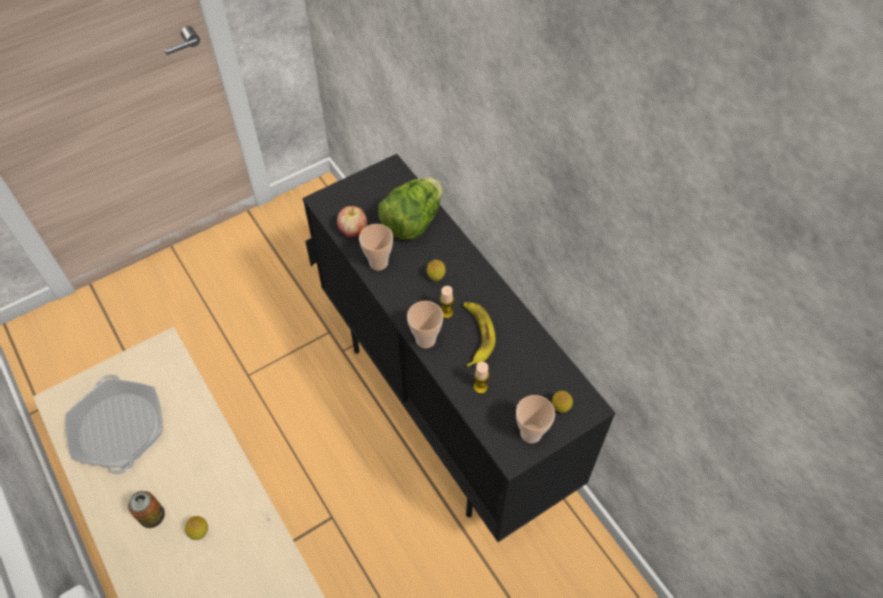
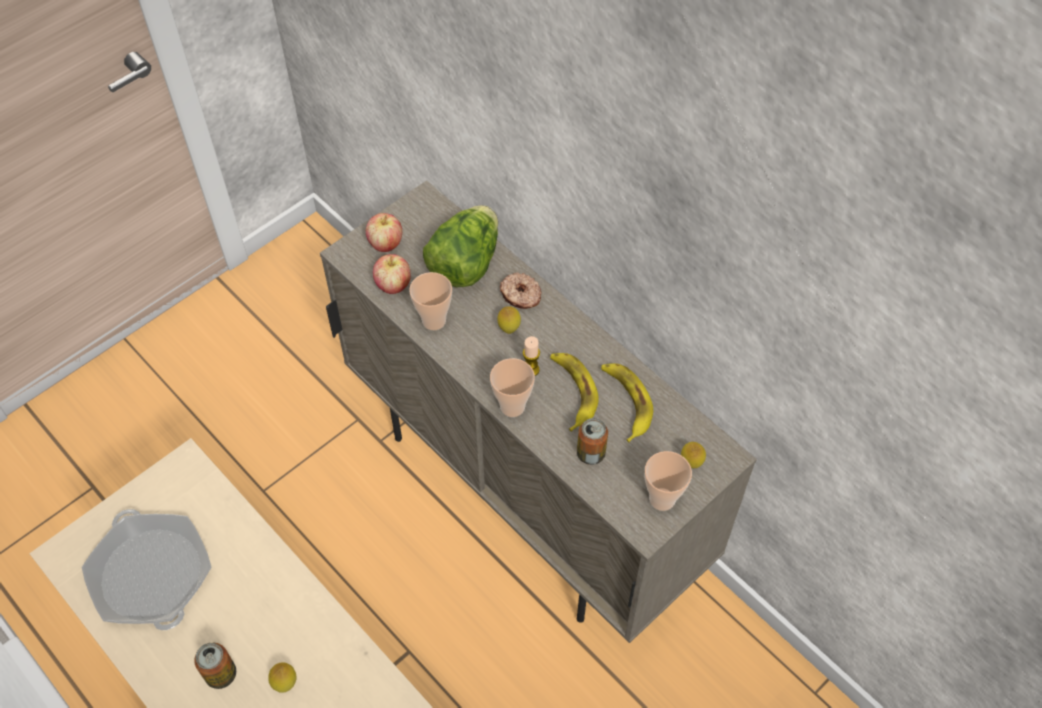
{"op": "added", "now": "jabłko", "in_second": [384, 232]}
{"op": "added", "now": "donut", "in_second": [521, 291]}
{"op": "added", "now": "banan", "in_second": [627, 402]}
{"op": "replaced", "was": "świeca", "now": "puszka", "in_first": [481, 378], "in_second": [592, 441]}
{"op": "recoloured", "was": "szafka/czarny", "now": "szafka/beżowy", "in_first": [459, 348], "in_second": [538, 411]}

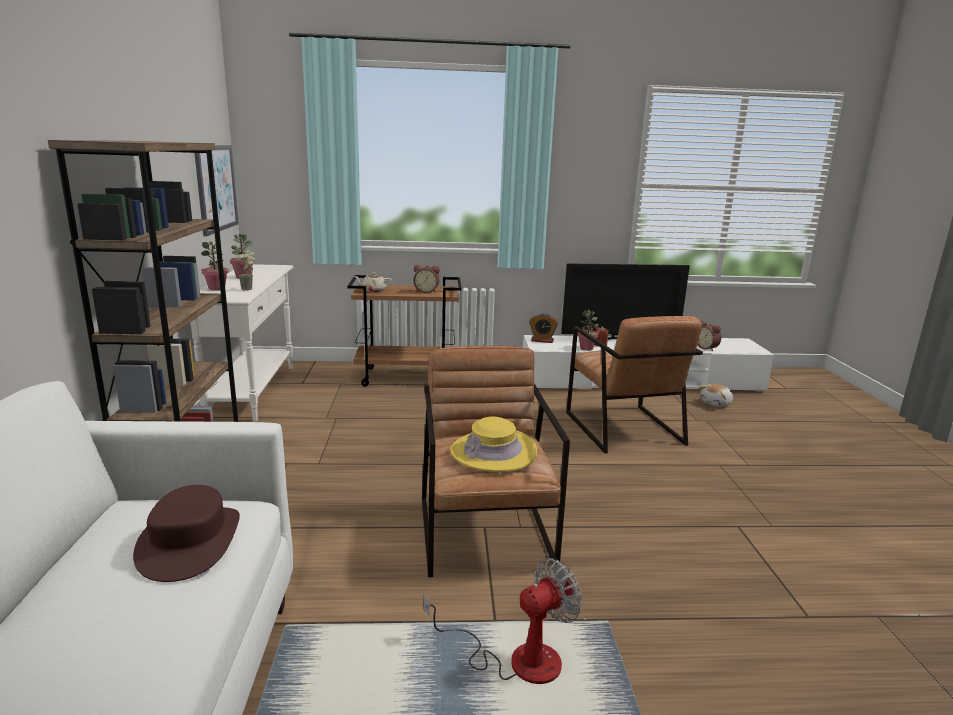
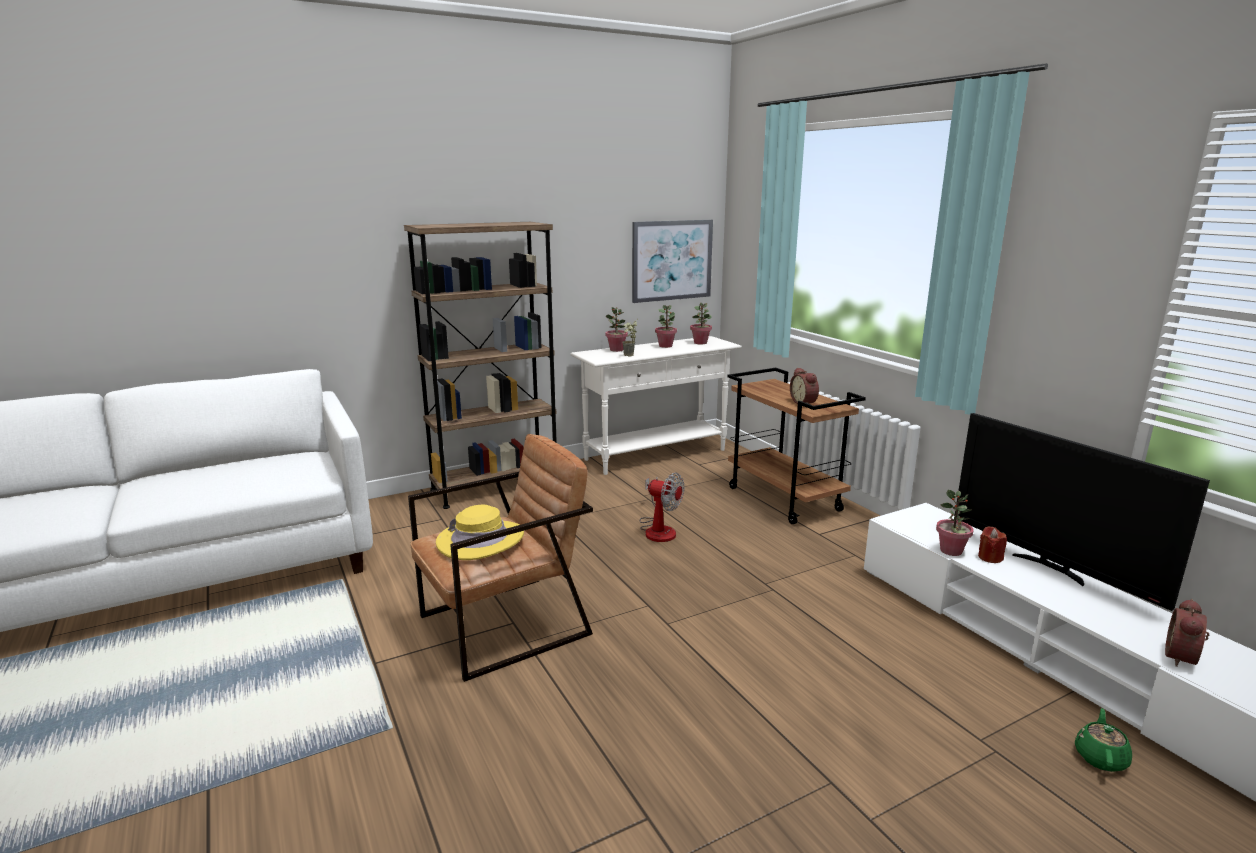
{"op": "removed", "was": "kapelusz/brązowy", "in_first": [186, 533]}
{"op": "removed", "was": "imbryk/beżowy", "in_first": [373, 282]}
{"op": "removed", "was": "budzik", "in_first": [543, 328]}
{"op": "removed", "was": "fotel/brązowy", "in_first": [634, 384]}
{"op": "added", "now": "roślina doniczkowa", "in_second": [701, 323]}
{"op": "moved", "was": "wentylator", "in_first": [503, 621], "in_second": [662, 507]}
{"op": "replaced", "was": "pluszak", "now": "imbryk/zielony", "in_first": [716, 395], "in_second": [1103, 740]}

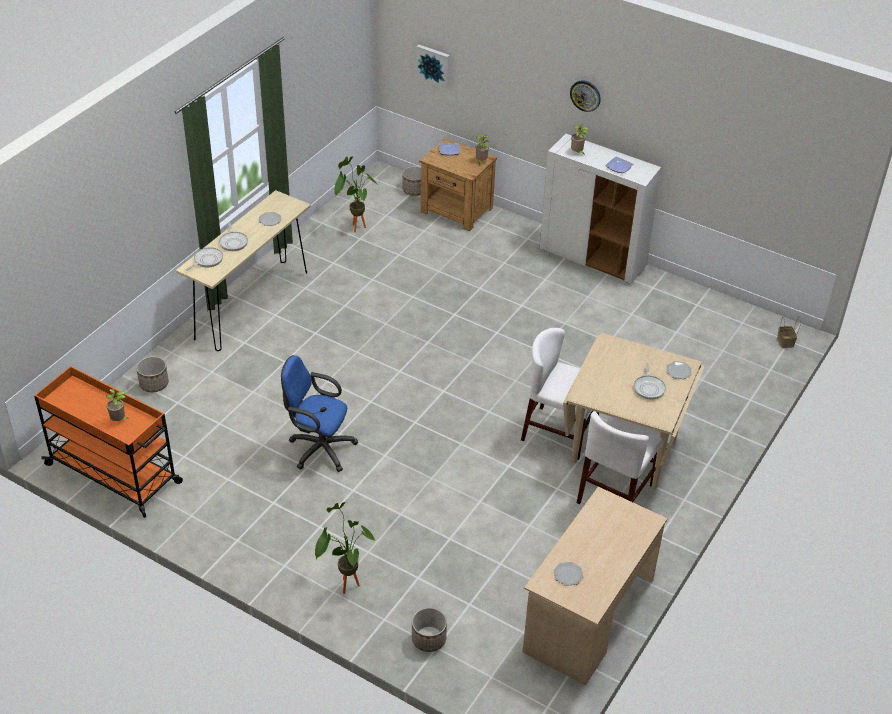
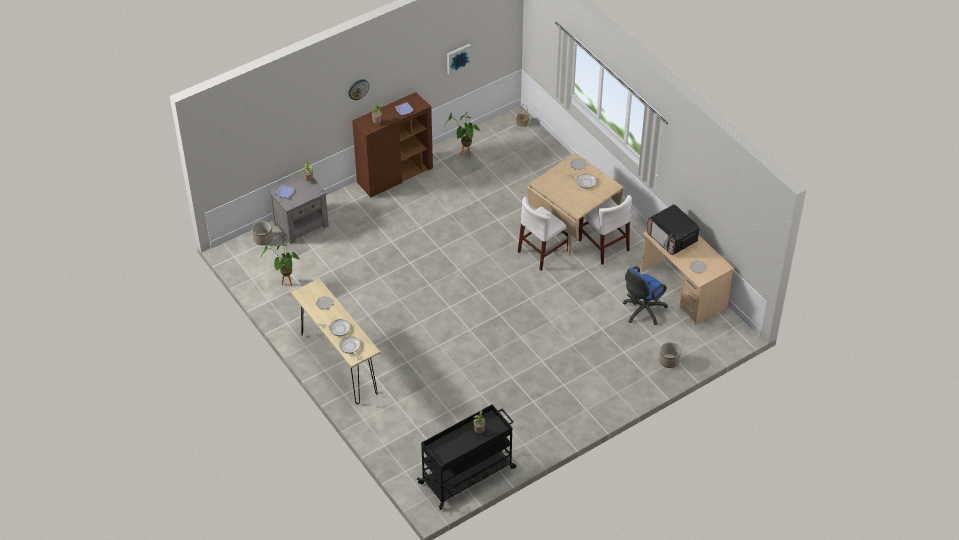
{"op": "removed", "was": "donica", "in_first": [152, 374]}
{"op": "added", "now": "mikrofalówka", "in_second": [673, 229]}
{"op": "moved", "was": "krzesło biurowe/niebieski", "in_first": [319, 413], "in_second": [645, 295]}
{"op": "moved", "was": "roślina doniczkowa", "in_first": [346, 548], "in_second": [462, 134]}
{"op": "moved", "was": "obraz", "in_first": [433, 67], "in_second": [459, 59]}
{"op": "recoloured", "was": "wózek/pomarańczowy", "now": "wózek/czarny", "in_first": [108, 442], "in_second": [466, 457]}
{"op": "recoloured", "was": "szafka nocna/brązowy", "now": "szafka nocna/szary", "in_first": [458, 184], "in_second": [298, 209]}
{"op": "recoloured", "was": "szafka/biały", "now": "szafka/brązowy", "in_first": [600, 209], "in_second": [392, 145]}

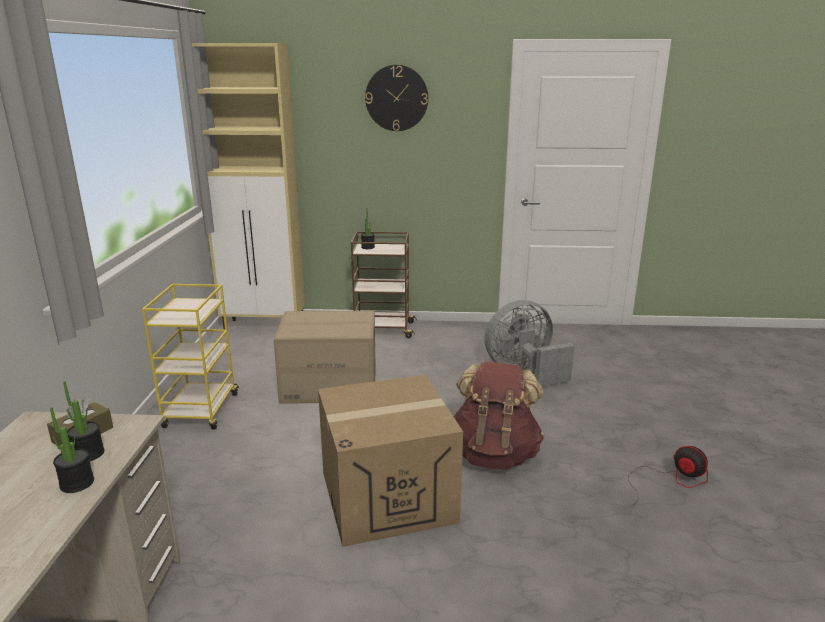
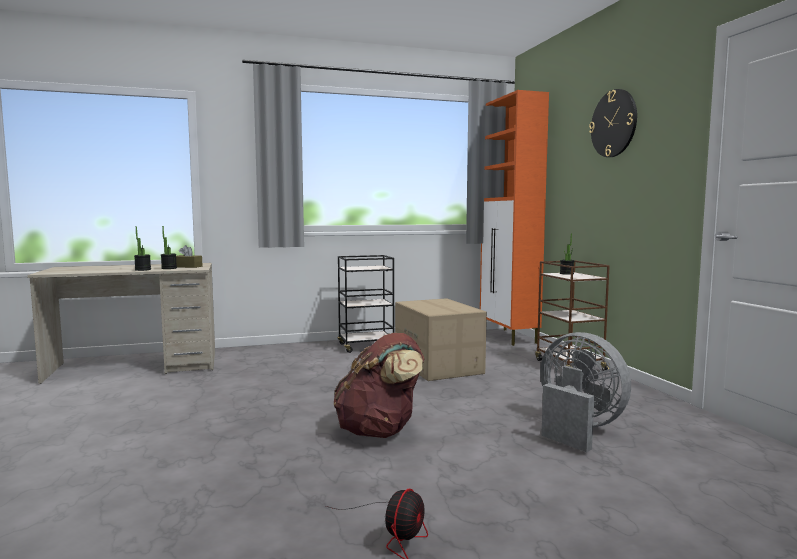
{"op": "removed", "was": "karton", "in_first": [390, 461]}
{"op": "recoloured", "was": "wózek/żółty", "now": "wózek/czarny", "in_first": [190, 356], "in_second": [365, 304]}
{"op": "recoloured", "was": "szafka/beżowy", "now": "szafka/pomarańczowy", "in_first": [248, 186], "in_second": [514, 218]}

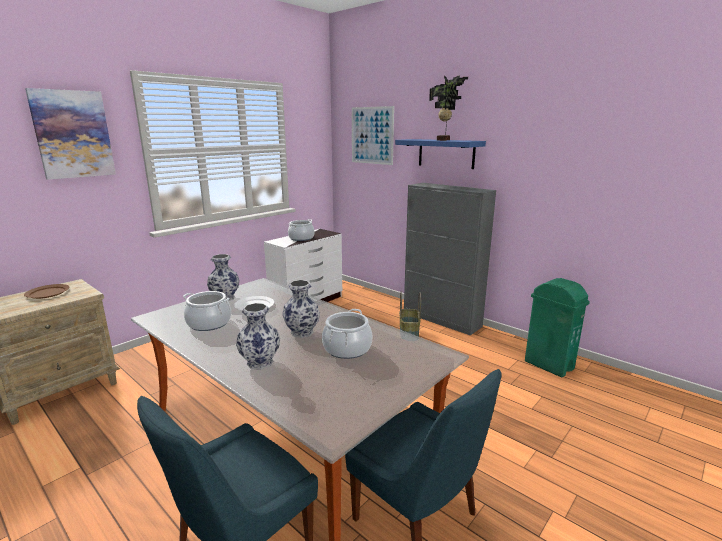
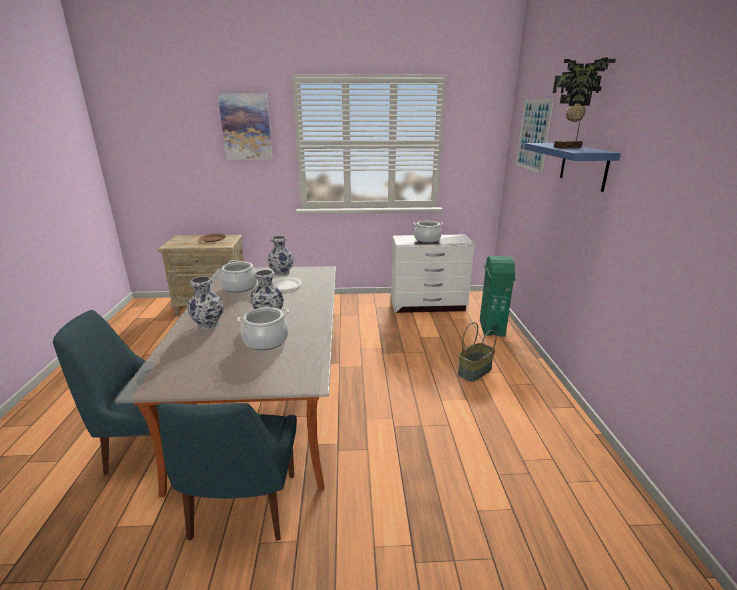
{"op": "removed", "was": "szafka/szary", "in_first": [450, 259]}
{"op": "moved", "was": "kosz na śmieci/zielony", "in_first": [557, 327], "in_second": [498, 296]}

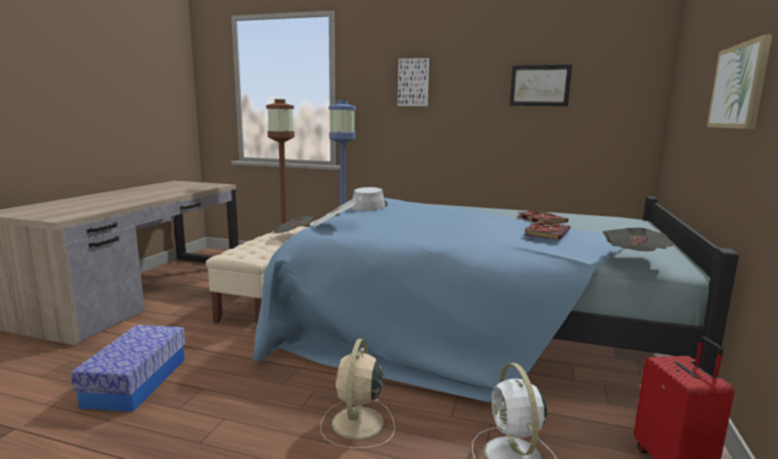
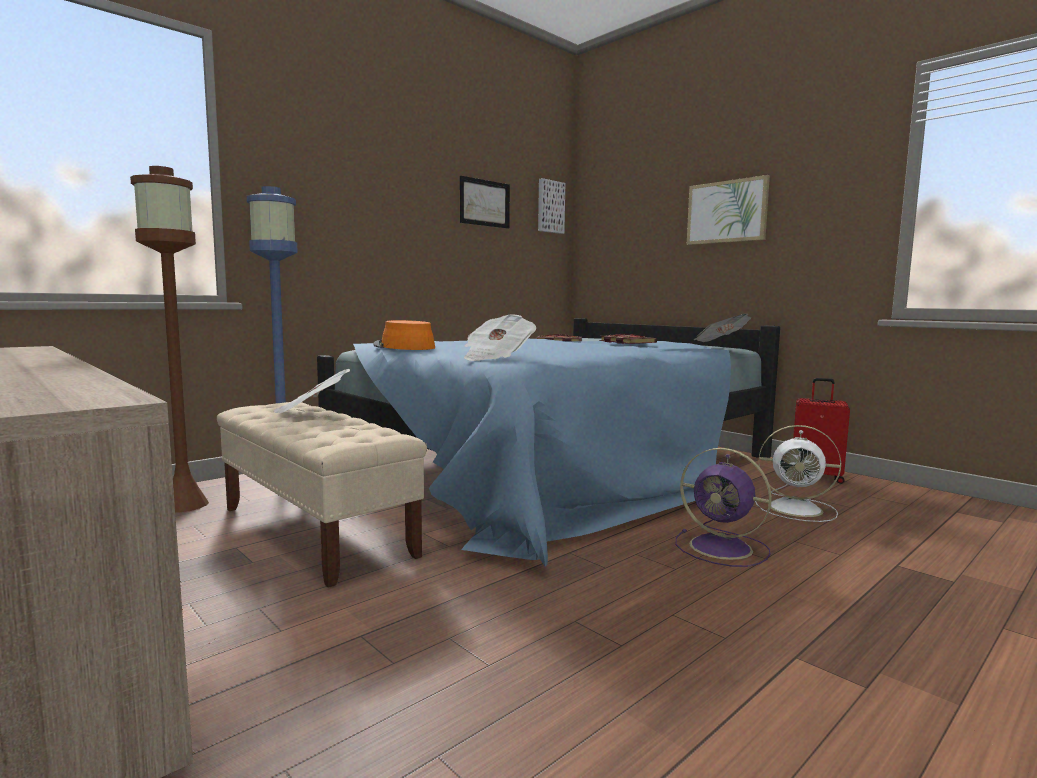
{"op": "removed", "was": "pojemnik do przechowywania", "in_first": [128, 368]}
{"op": "moved", "was": "obraz", "in_first": [413, 82], "in_second": [551, 206]}
{"op": "recoloured", "was": "wentylator/beżowy", "now": "wentylator/fioletowy", "in_first": [357, 394], "in_second": [724, 507]}
{"op": "recoloured", "was": "kapelusz/szary", "now": "kapelusz/pomarańczowy", "in_first": [369, 199], "in_second": [404, 335]}

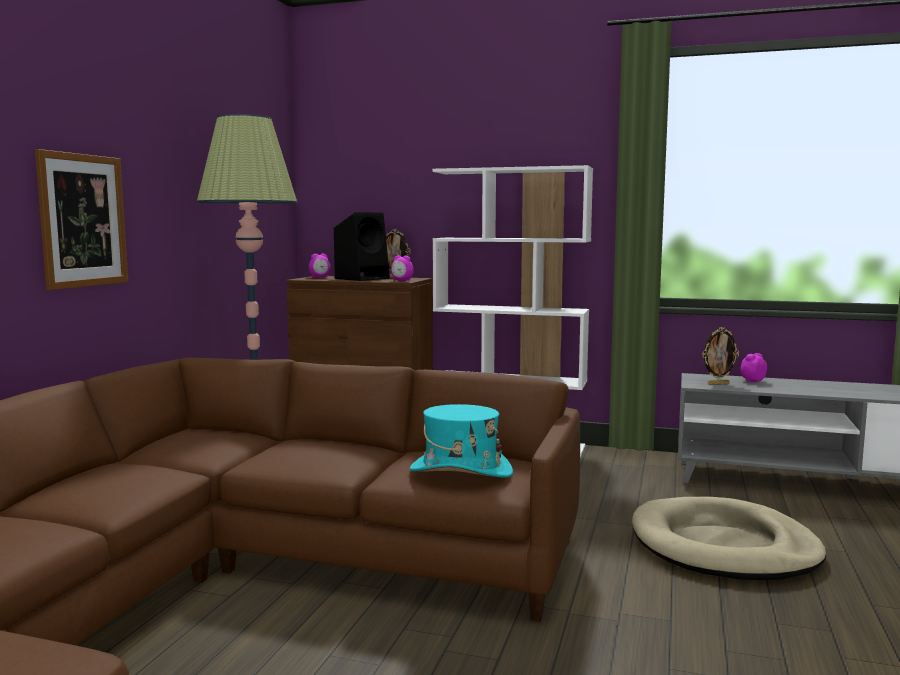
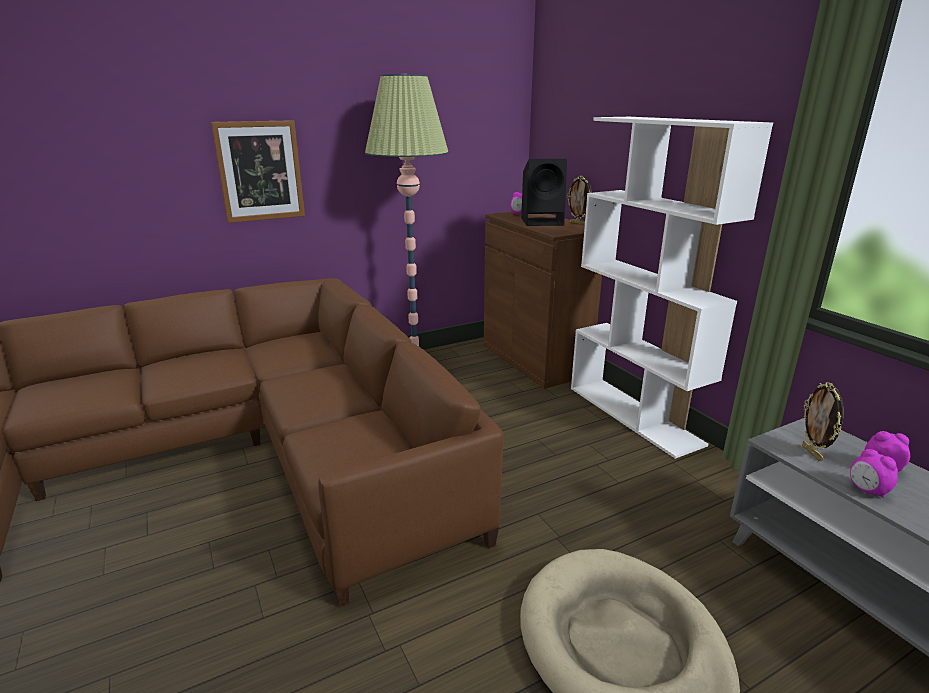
{"op": "removed", "was": "kapelusz/turkusowy", "in_first": [461, 441]}
{"op": "moved", "was": "budzik", "in_first": [402, 268], "in_second": [874, 473]}
{"op": "turned", "was": "ramka na zdjęcie", "in_first": [720, 356], "in_second": [823, 421], "clockwise": 45}

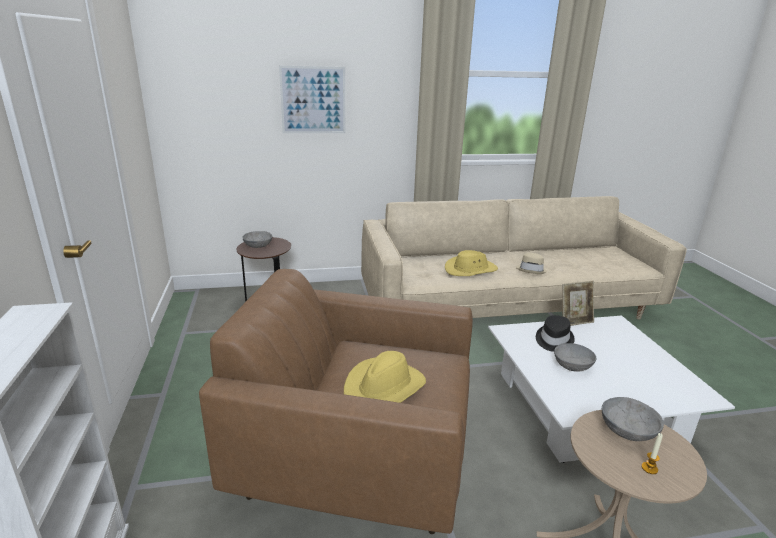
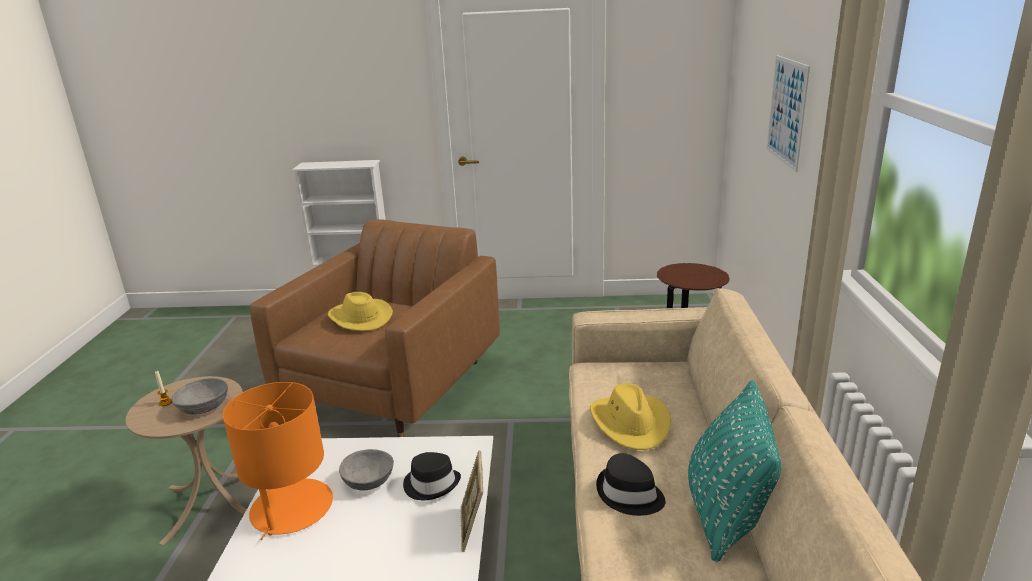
{"op": "removed", "was": "miska/szary", "in_first": [257, 239]}
{"op": "added", "now": "lampa stołowa/pomarańczowy", "in_second": [278, 461]}
{"op": "added", "now": "poduszka/turkusowy", "in_second": [734, 471]}
{"op": "recoloured", "was": "kapelusz/beżowy", "now": "kapelusz/czarny", "in_first": [531, 263], "in_second": [630, 484]}

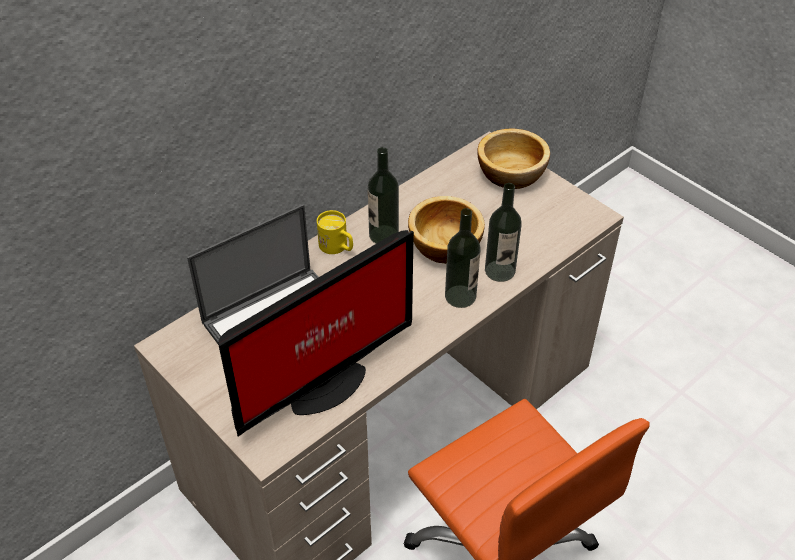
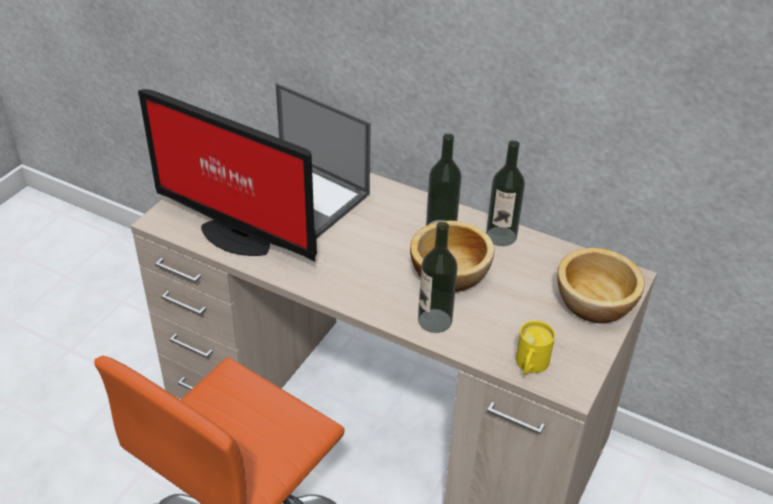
{"op": "moved", "was": "kubek/żółty", "in_first": [335, 232], "in_second": [535, 348]}
{"op": "moved", "was": "butelka", "in_first": [463, 258], "in_second": [505, 193]}

